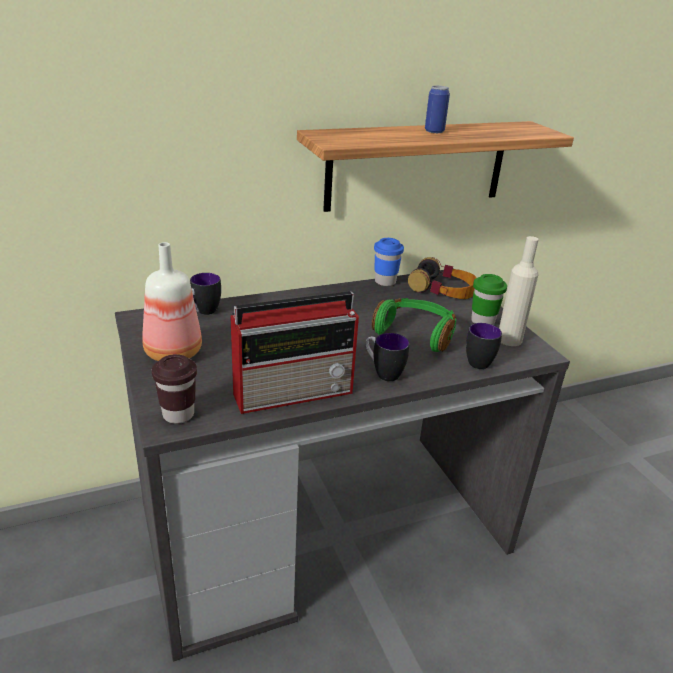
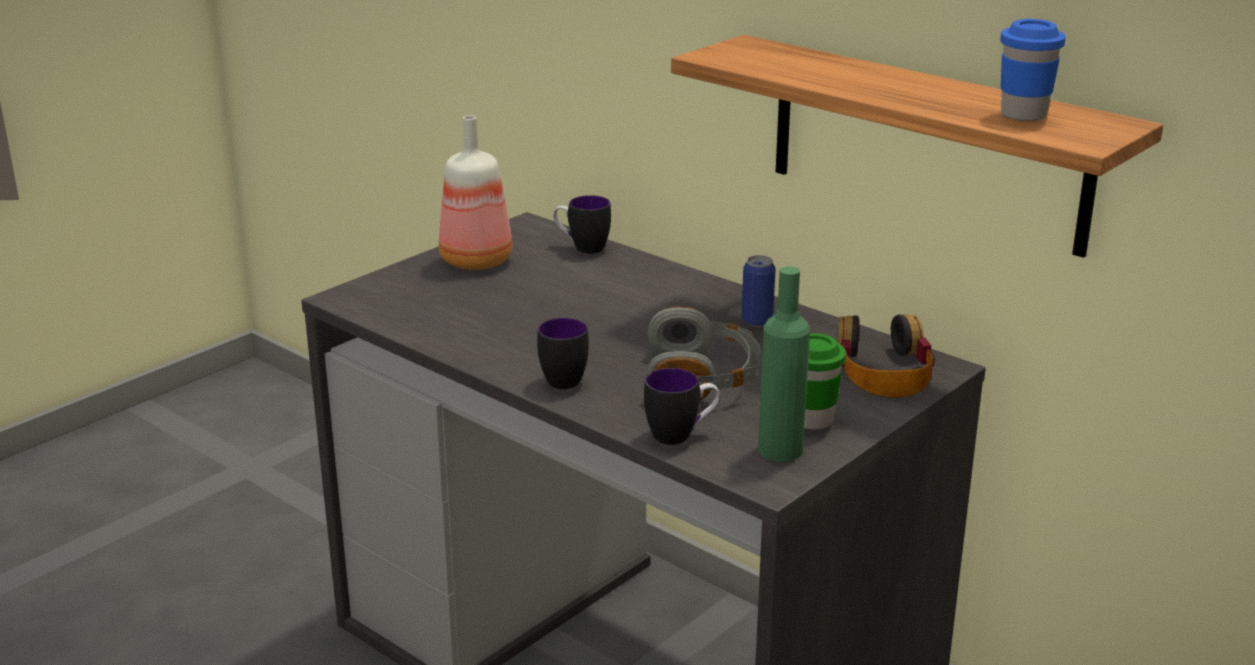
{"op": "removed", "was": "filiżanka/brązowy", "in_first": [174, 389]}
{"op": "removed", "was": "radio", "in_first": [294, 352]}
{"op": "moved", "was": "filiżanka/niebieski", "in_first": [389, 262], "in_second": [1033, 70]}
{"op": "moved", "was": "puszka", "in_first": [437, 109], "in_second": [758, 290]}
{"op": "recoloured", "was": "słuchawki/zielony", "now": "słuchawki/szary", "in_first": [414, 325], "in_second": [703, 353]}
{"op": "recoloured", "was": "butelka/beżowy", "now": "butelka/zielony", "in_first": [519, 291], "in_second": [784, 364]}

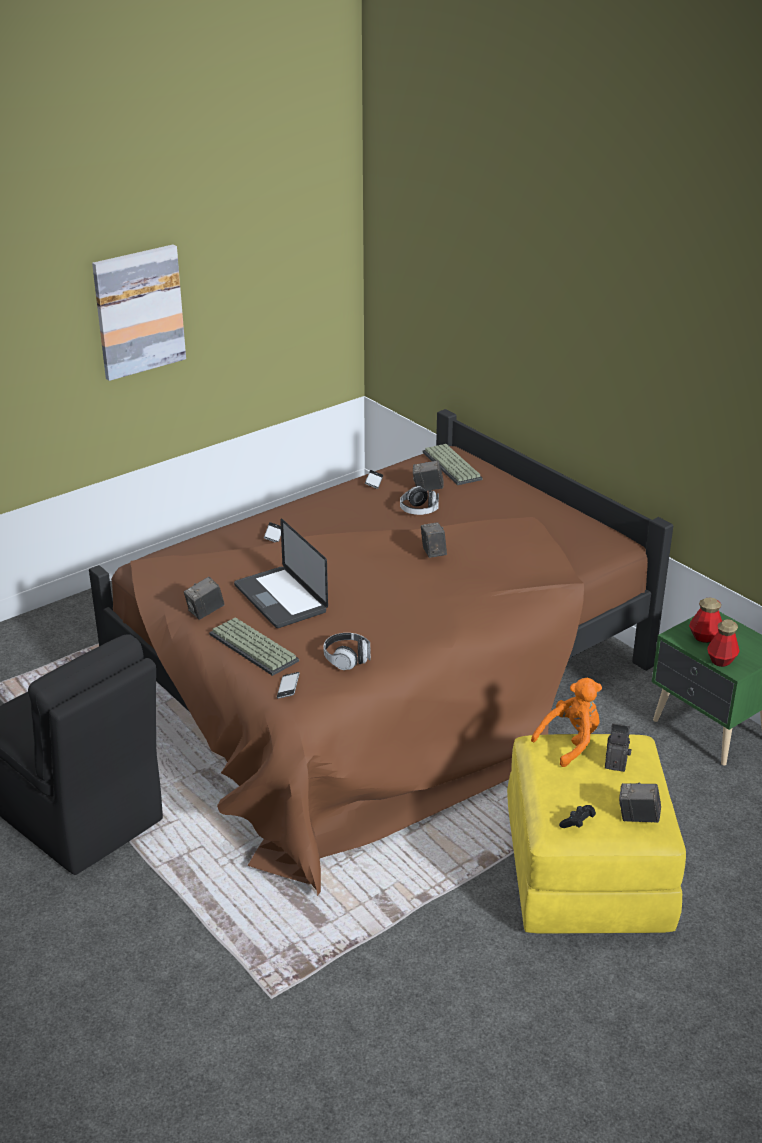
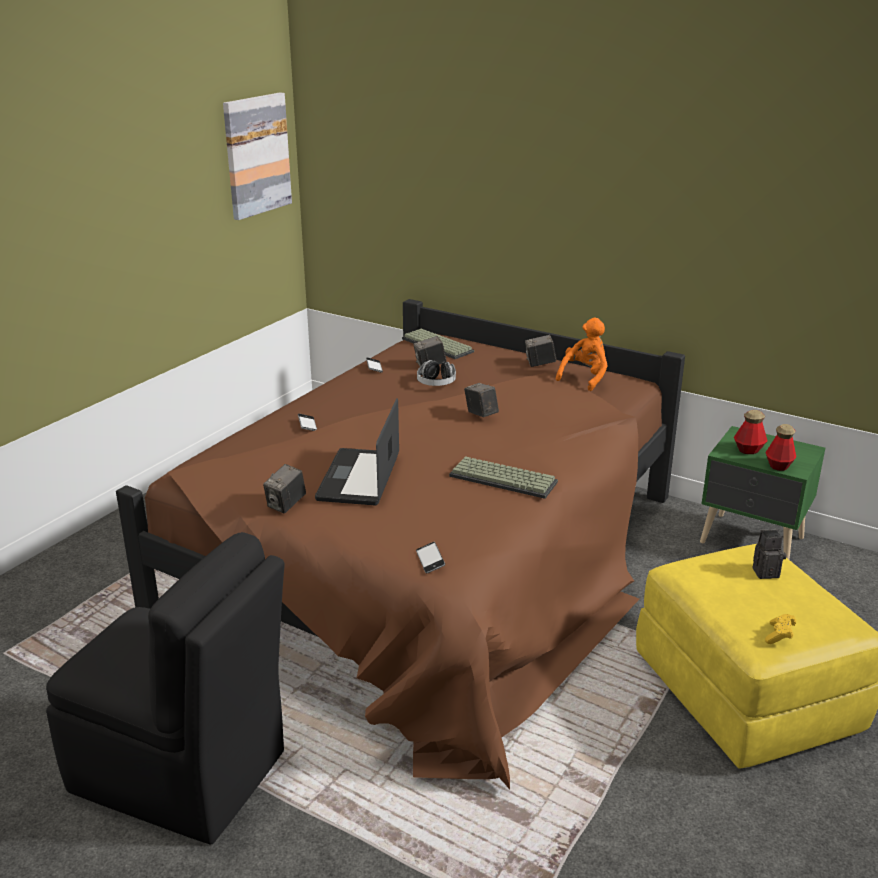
{"op": "removed", "was": "słuchawki", "in_first": [347, 651]}
{"op": "moved", "was": "obraz", "in_first": [139, 312], "in_second": [257, 156]}
{"op": "moved", "was": "klawiatura", "in_first": [254, 646], "in_second": [503, 477]}
{"op": "moved", "was": "pluszak/pomarańczowy", "in_first": [566, 722], "in_second": [582, 354]}
{"op": "moved", "was": "aparat fotograficzny", "in_first": [640, 802], "in_second": [540, 351]}
{"op": "recoloured", "was": "pad do gier/czarny", "now": "pad do gier/żółty", "in_first": [577, 816], "in_second": [780, 629]}
{"op": "turned", "was": "laptop", "in_first": [281, 573], "in_second": [357, 451], "clockwise": 60}

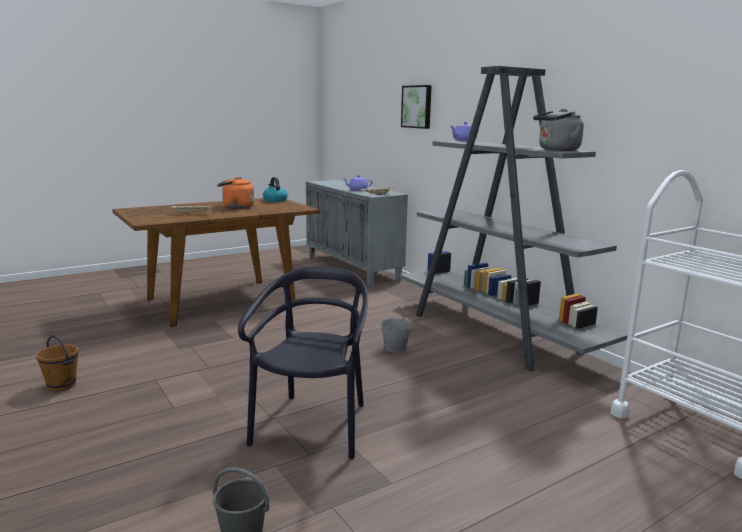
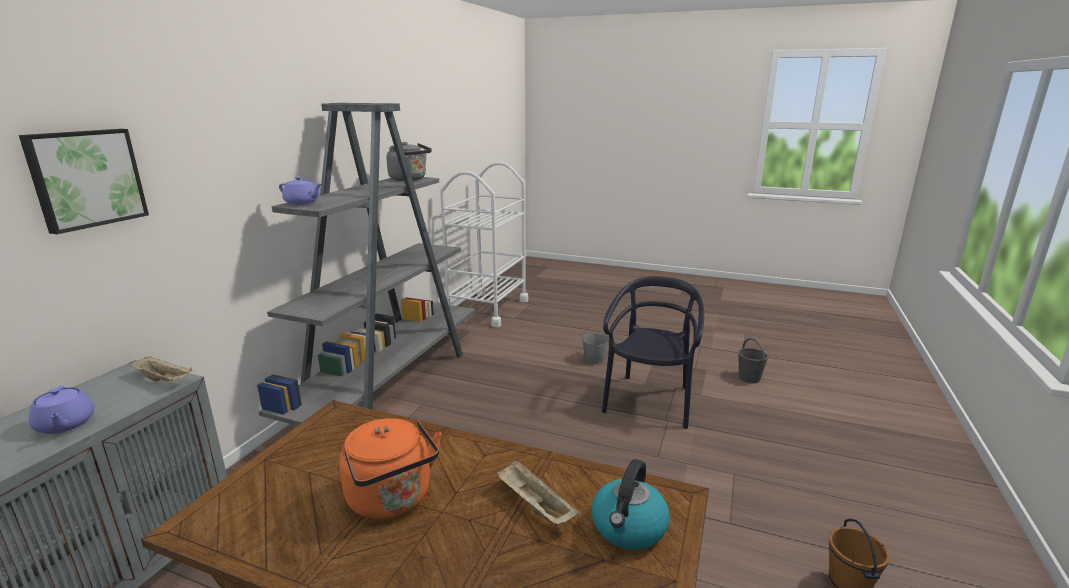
{"op": "moved", "was": "czajnik", "in_first": [275, 189], "in_second": [630, 504]}
{"op": "moved", "was": "wiadro/szary", "in_first": [396, 329], "in_second": [595, 343]}
{"op": "turned", "was": "krzesło/czarny", "in_first": [303, 362], "in_second": [653, 352], "clockwise": 135}

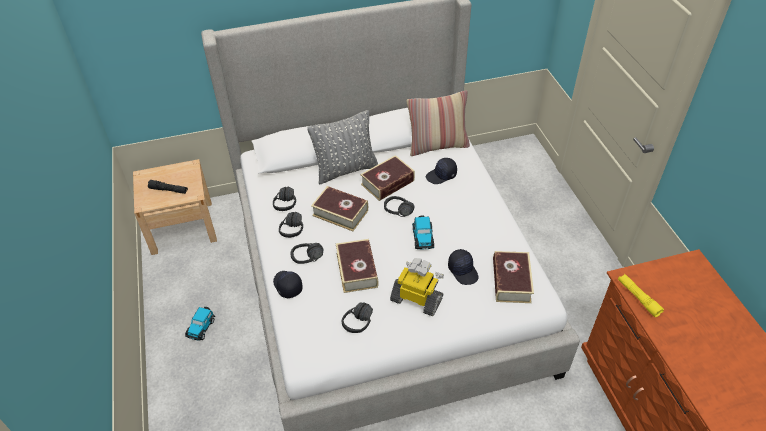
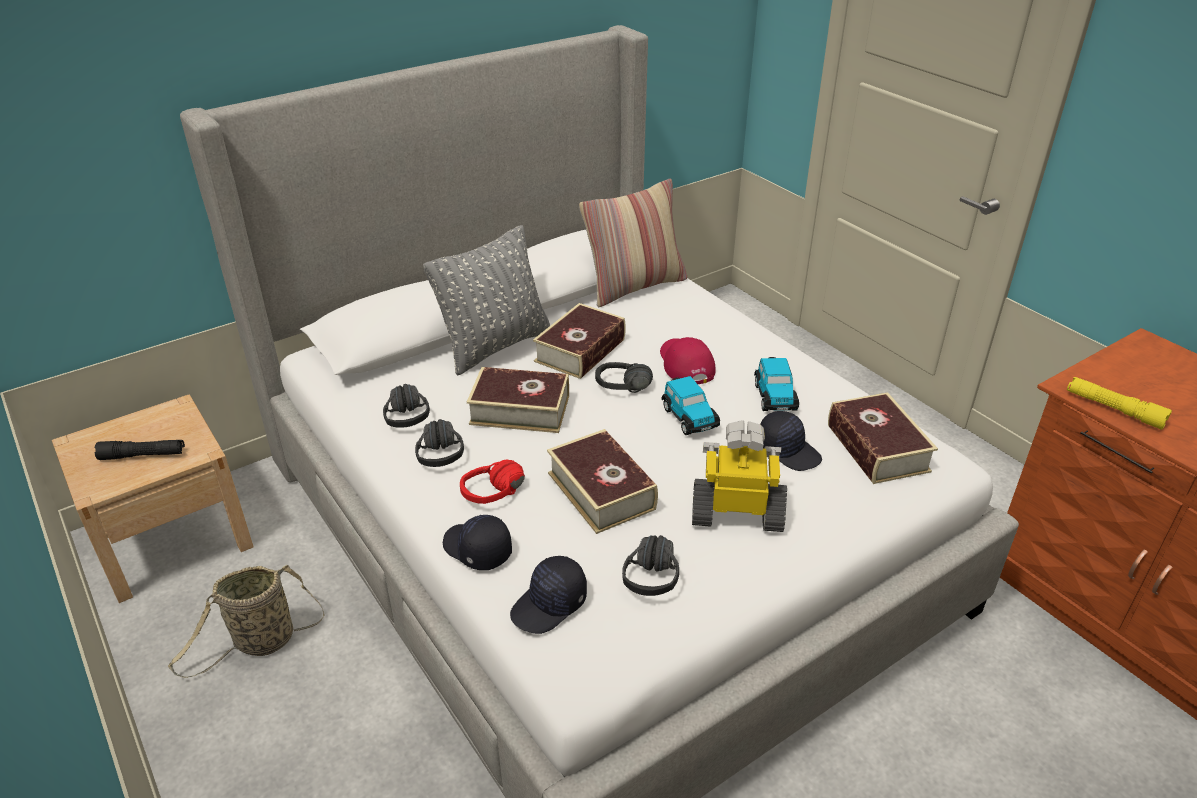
{"op": "added", "now": "koszyk", "in_second": [246, 621]}
{"op": "added", "now": "czapka z daszkiem/czerwony", "in_second": [688, 360]}
{"op": "moved", "was": "samochodzik", "in_first": [200, 324], "in_second": [776, 384]}
{"op": "moved", "was": "czapka z daszkiem/czarny", "in_first": [441, 171], "in_second": [548, 595]}
{"op": "recoloured", "was": "słuchawki/czarny", "now": "słuchawki/czerwony", "in_first": [306, 253], "in_second": [492, 482]}

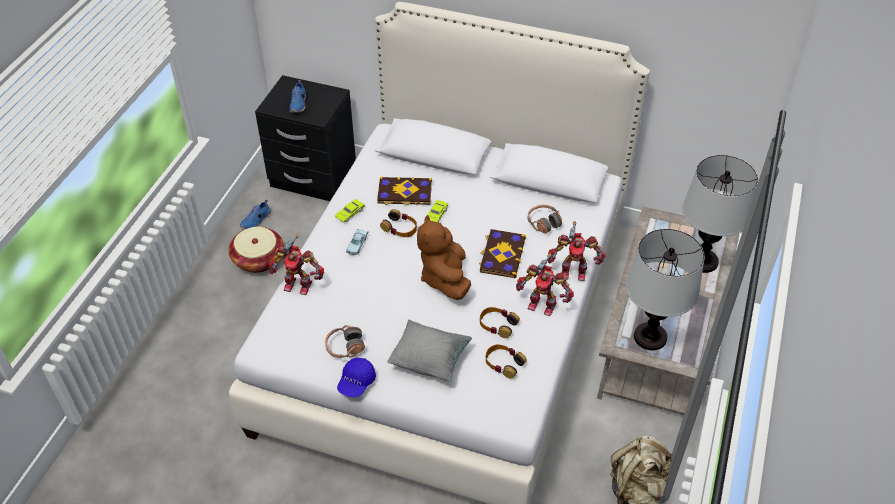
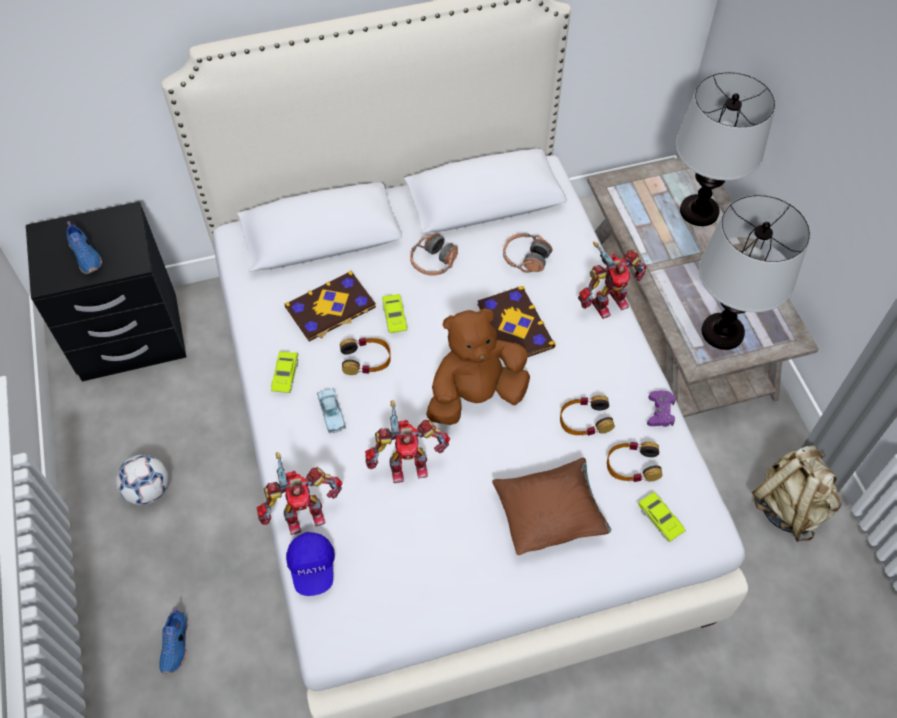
{"op": "added", "now": "samochodzik/zielony", "in_second": [662, 517]}
{"op": "added", "now": "pad do gier/fioletowy", "in_second": [661, 408]}
{"op": "moved", "was": "but/niebieski", "in_first": [255, 214], "in_second": [173, 640]}
{"op": "moved", "was": "słuchawki", "in_first": [345, 341], "in_second": [434, 254]}
{"op": "moved", "was": "czapka z daszkiem/niebieski", "in_first": [356, 377], "in_second": [310, 564]}
{"op": "moved", "was": "robot zabawkowy", "in_first": [545, 285], "in_second": [407, 442]}
{"op": "replaced", "was": "koszyk", "now": "piłka futbolowa", "in_first": [256, 250], "in_second": [142, 480]}
{"op": "recoloured", "was": "poduszka/szary", "now": "poduszka/brązowy", "in_first": [429, 350], "in_second": [551, 506]}
{"op": "turned", "was": "pluszak/brązowy", "in_first": [444, 257], "in_second": [478, 366], "clockwise": 105}

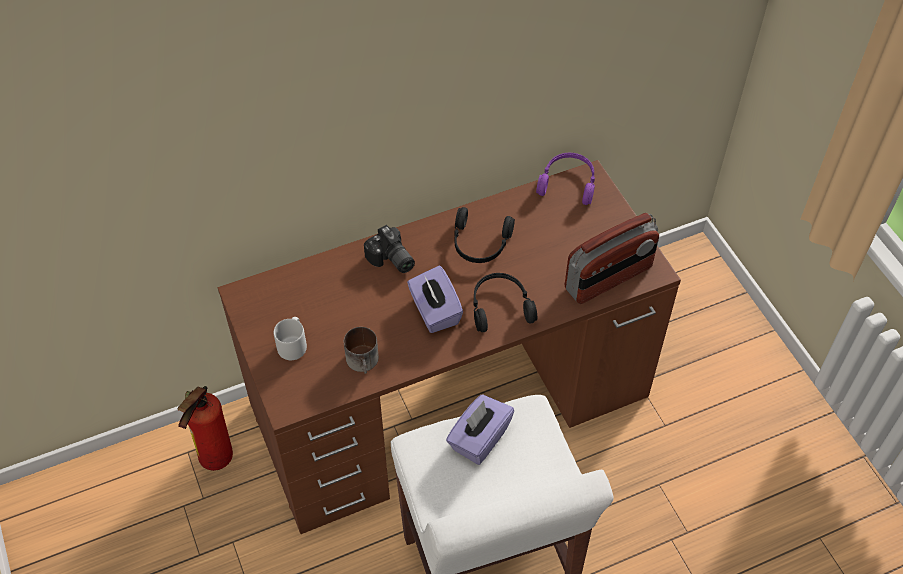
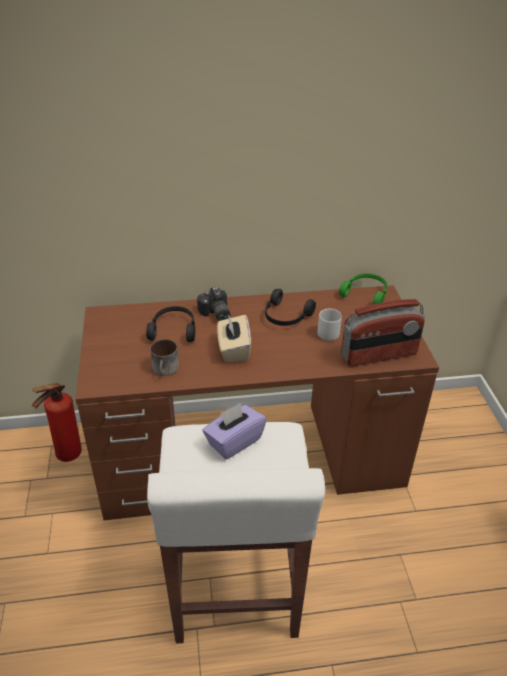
{"op": "moved", "was": "kubek/szary", "in_first": [290, 338], "in_second": [329, 325]}
{"op": "moved", "was": "słuchawki/czarny", "in_first": [505, 302], "in_second": [170, 324]}
{"op": "recoloured", "was": "pudełko chusteczek/fioletowy", "now": "pudełko chusteczek/beżowy", "in_first": [435, 299], "in_second": [234, 338]}
{"op": "recoloured", "was": "słuchawki/fioletowy", "now": "słuchawki/zielony", "in_first": [565, 179], "in_second": [363, 288]}

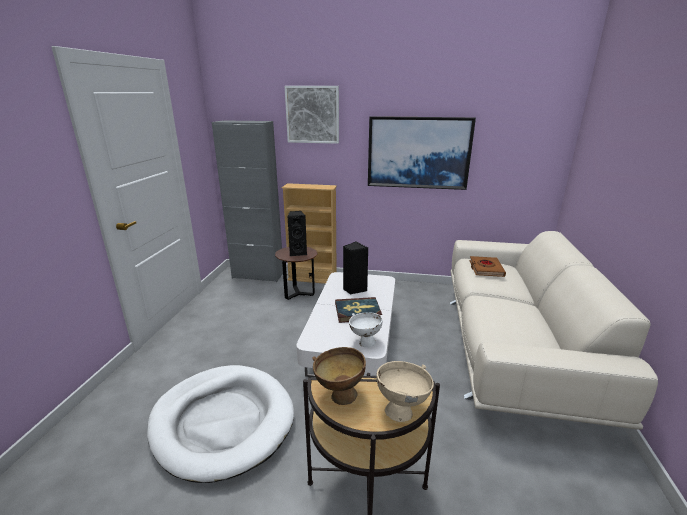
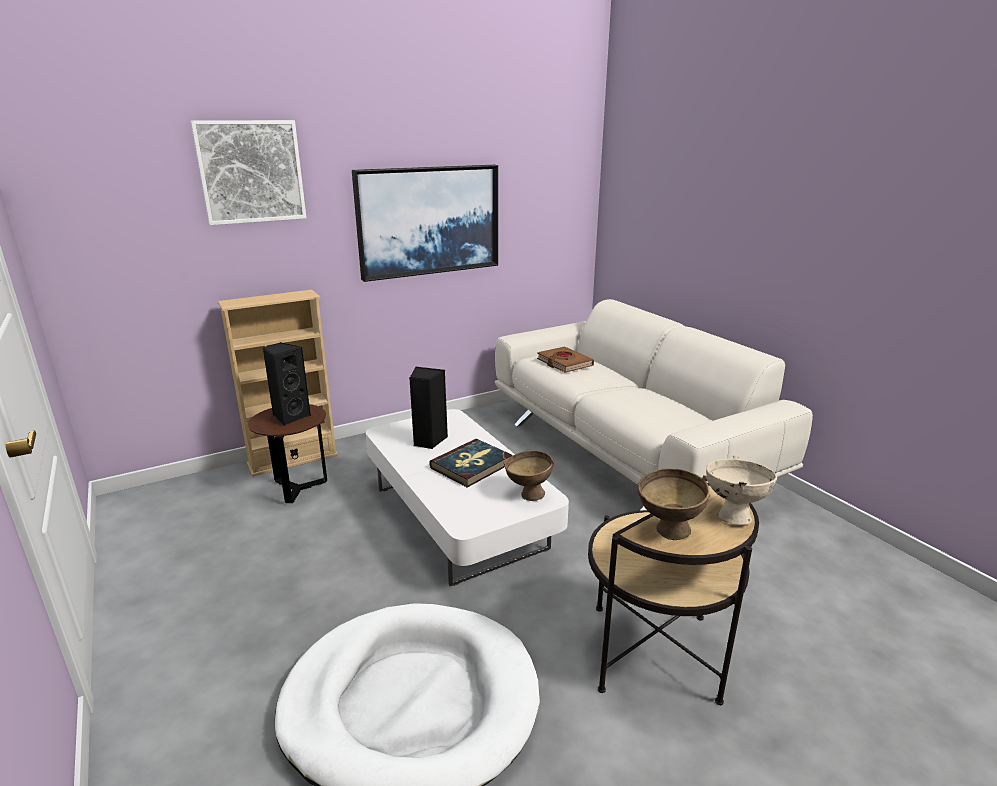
{"op": "removed", "was": "szafka/szary", "in_first": [247, 201]}
{"op": "recoloured", "was": "miska/biały", "now": "miska/brązowy", "in_first": [366, 330], "in_second": [529, 475]}

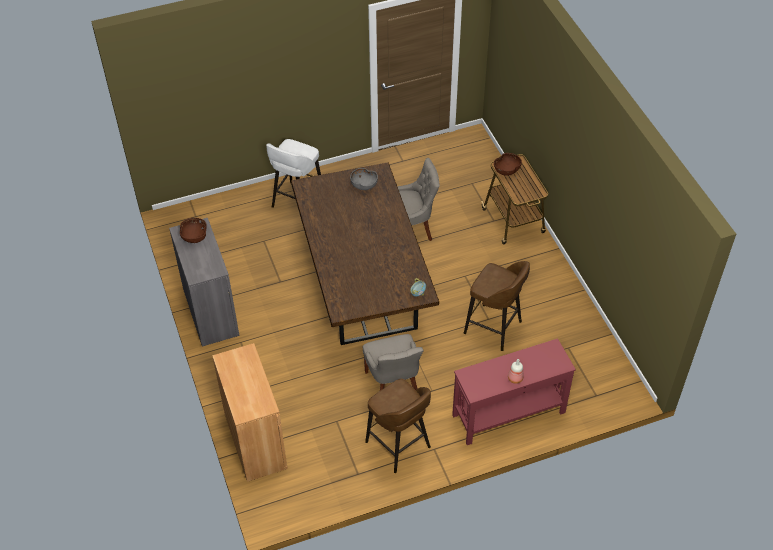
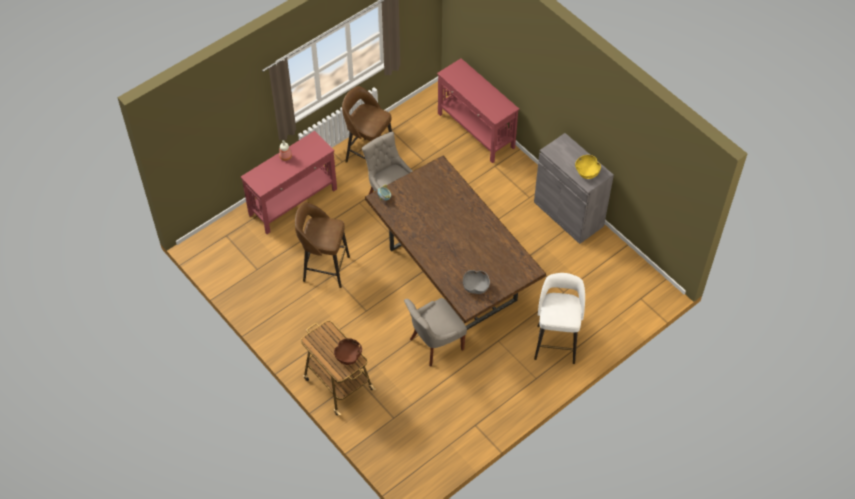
{"op": "replaced", "was": "szafka/brązowy", "now": "stolik konsolowy/czerwony", "in_first": [250, 412], "in_second": [478, 110]}
{"op": "recoloured", "was": "miska/brązowy", "now": "miska/żółty", "in_first": [193, 230], "in_second": [588, 167]}

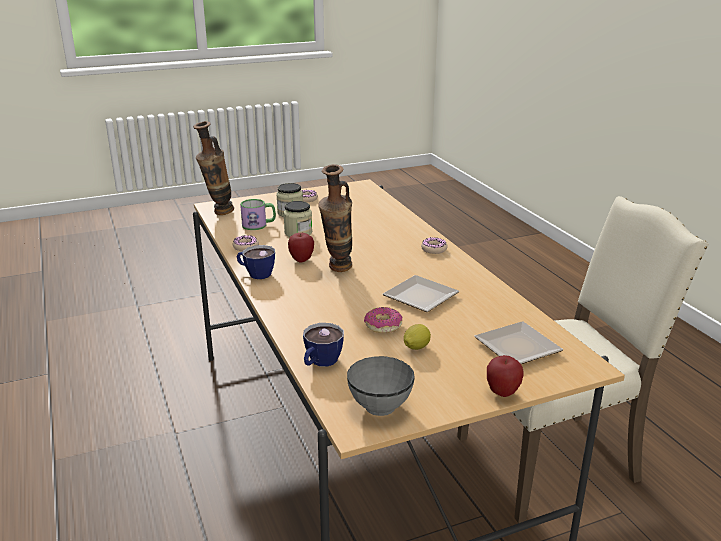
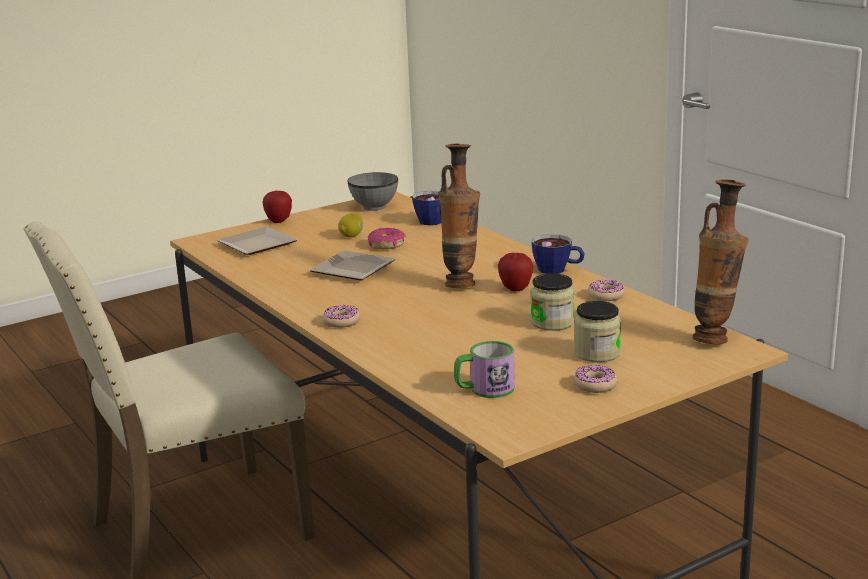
{"op": "moved", "was": "kubek", "in_first": [258, 214], "in_second": [484, 369]}

